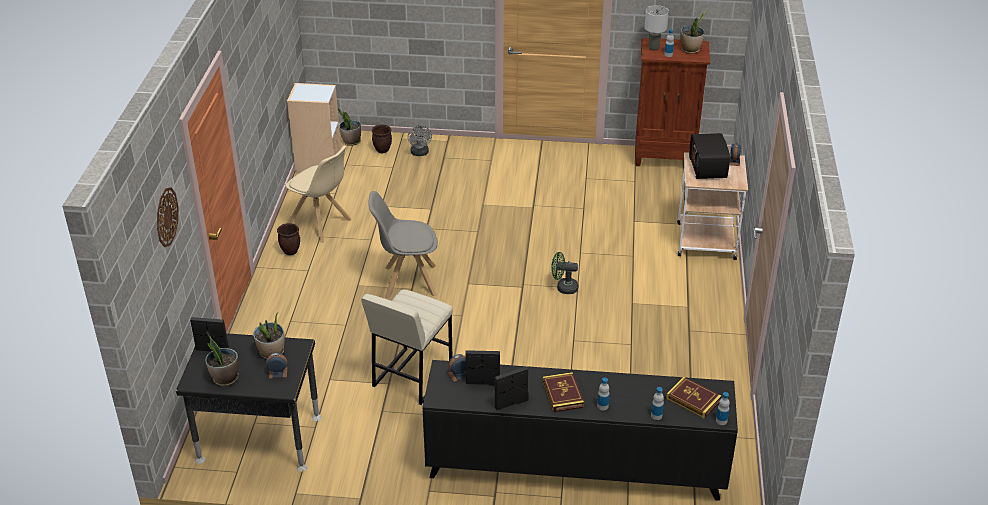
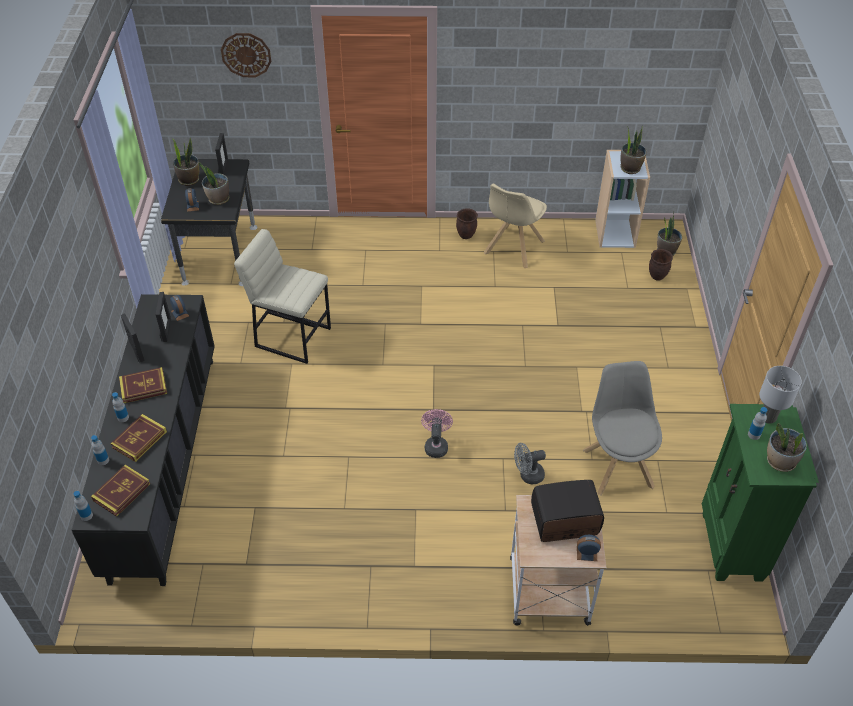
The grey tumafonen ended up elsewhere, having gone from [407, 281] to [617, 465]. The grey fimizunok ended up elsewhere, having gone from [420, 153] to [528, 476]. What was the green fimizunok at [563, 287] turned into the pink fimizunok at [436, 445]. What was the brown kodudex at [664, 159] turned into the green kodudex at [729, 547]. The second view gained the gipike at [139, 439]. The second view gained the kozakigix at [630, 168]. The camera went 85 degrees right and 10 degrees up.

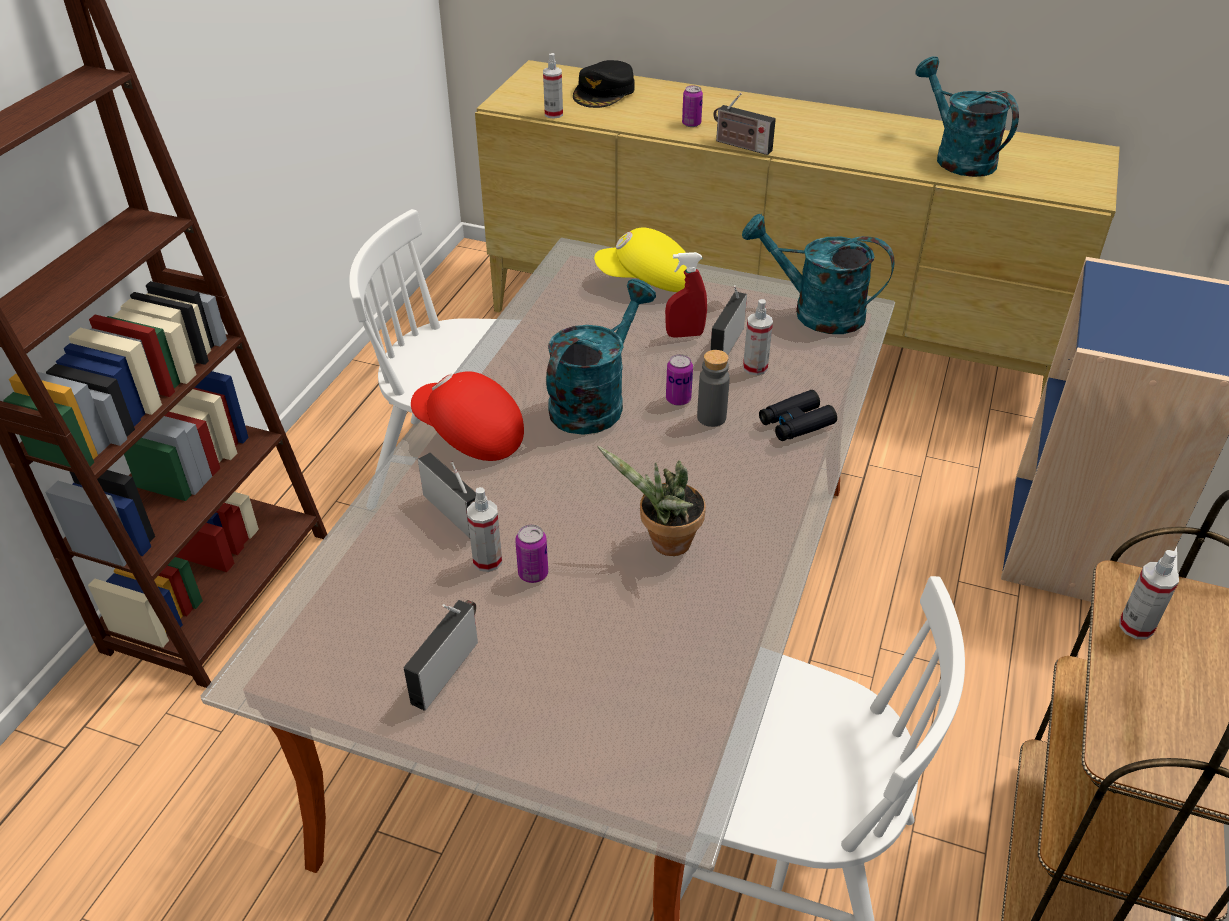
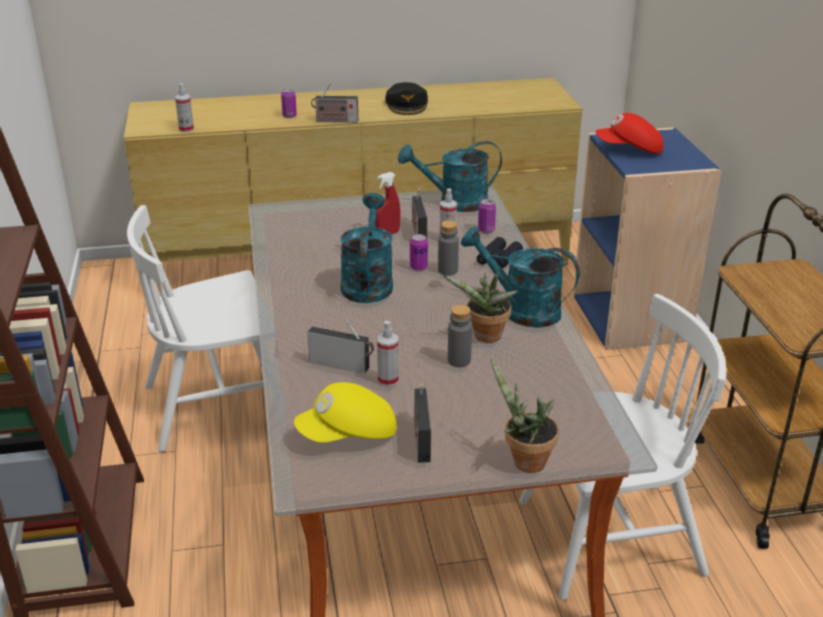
The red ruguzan ended up elsewhere, having gone from [469, 434] to [629, 150]. The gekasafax ended up elsewhere, having gone from [533, 574] to [486, 230]. The black ruguzan ended up elsewhere, having gone from [604, 92] to [407, 105]. The yellow ruguzan ended up elsewhere, having gone from [646, 282] to [349, 435]. The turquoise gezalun ended up elsewhere, having gone from [957, 157] to [521, 309]. The second view lost the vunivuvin at [1136, 626]. The second view gained the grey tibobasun at [459, 360]. The second view gained the kozakigix at [524, 461]. The camera went 30 degrees left and 10 degrees down.

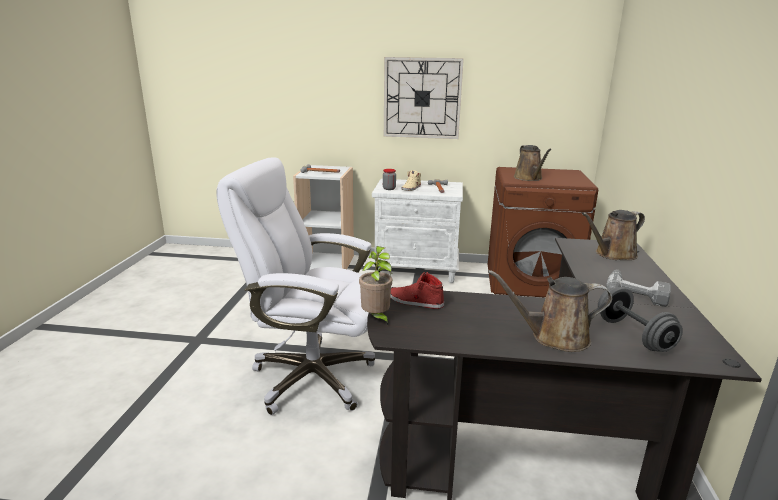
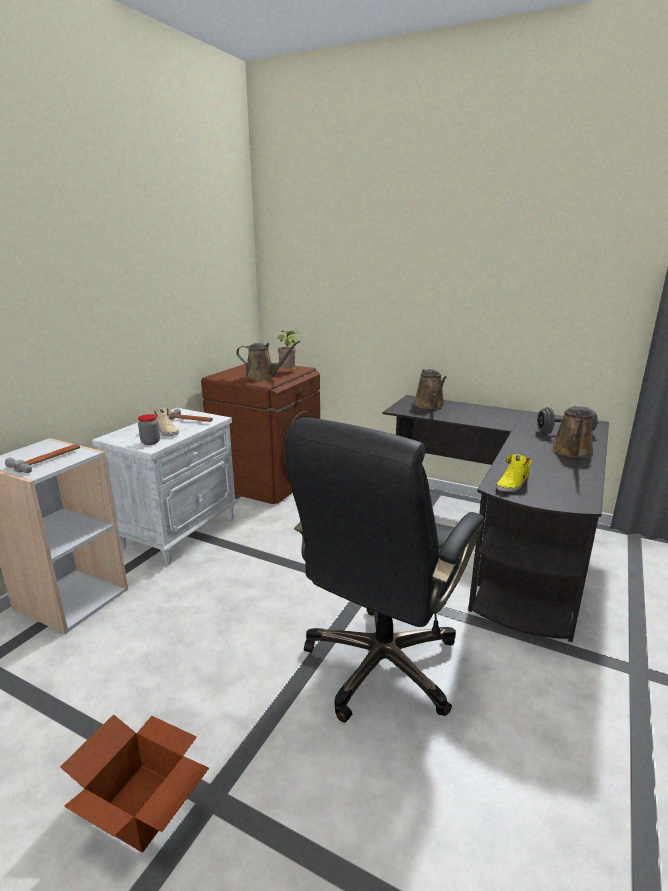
What was the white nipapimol at [316, 378] turned into the black nipapimol at [383, 661]. The kozakigix ended up elsewhere, having gone from [376, 318] to [288, 372]. The second view lost the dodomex at [422, 98]. What was the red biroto at [415, 301] turned into the yellow biroto at [513, 484]. The second view lost the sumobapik at [636, 292]. The second view gained the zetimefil at [142, 808]. The camera went 70 degrees left and 0 degrees up.

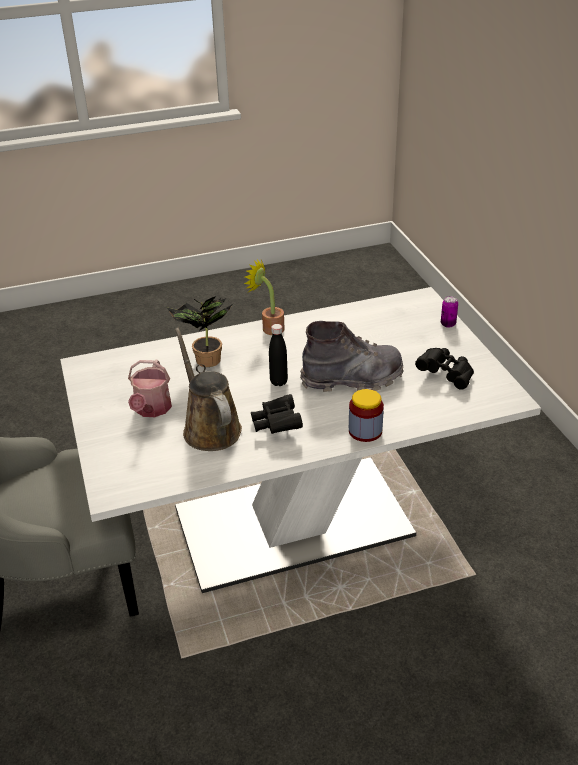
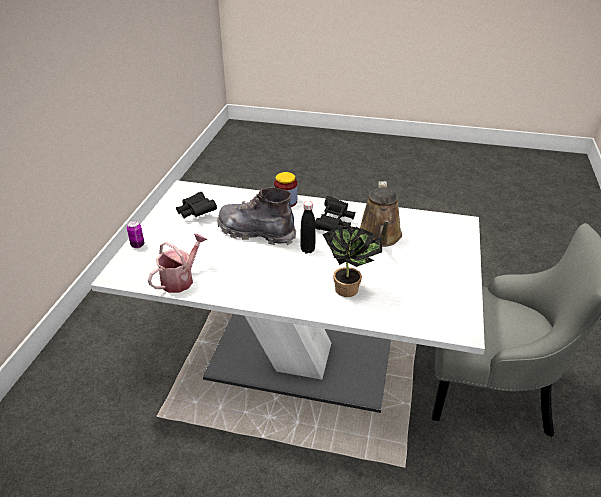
The gezalun ended up elsewhere, having gone from [151, 409] to [180, 279]. The second view lost the kozakigix at [269, 328]. The camera went 150 degrees left and 0 degrees up.

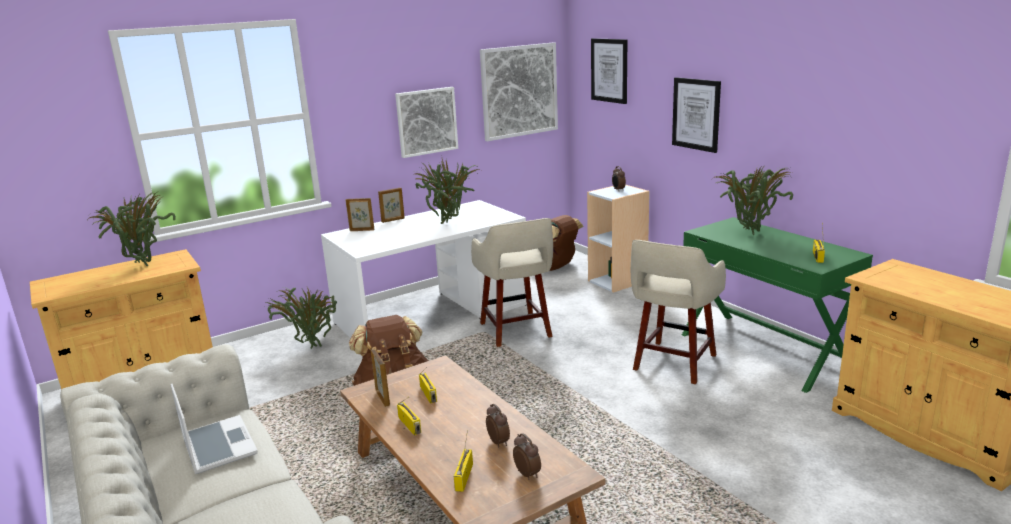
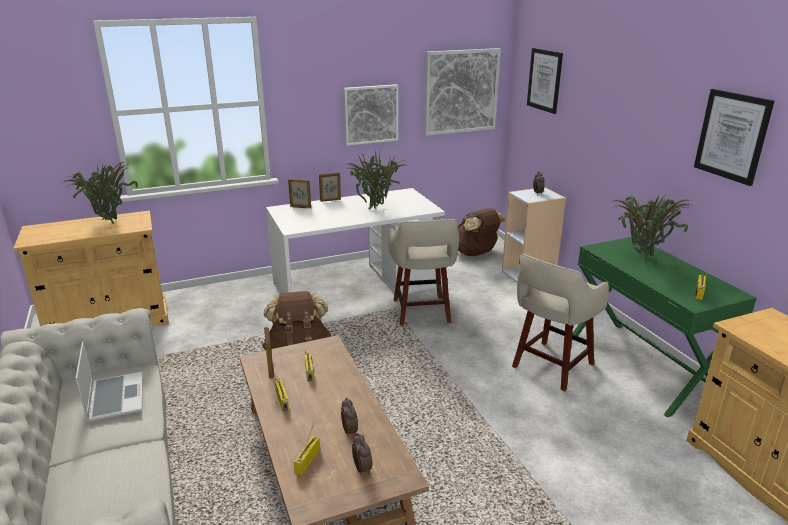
The second view lost the kozakigix at [311, 346]. The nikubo ended up elsewhere, having gone from [696, 114] to [732, 136]. The camera went 10 degrees right and 5 degrees up.

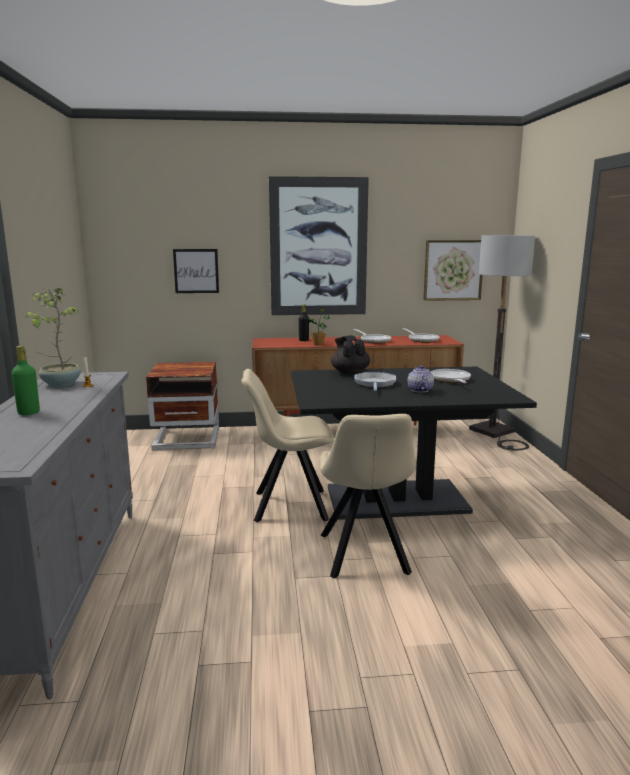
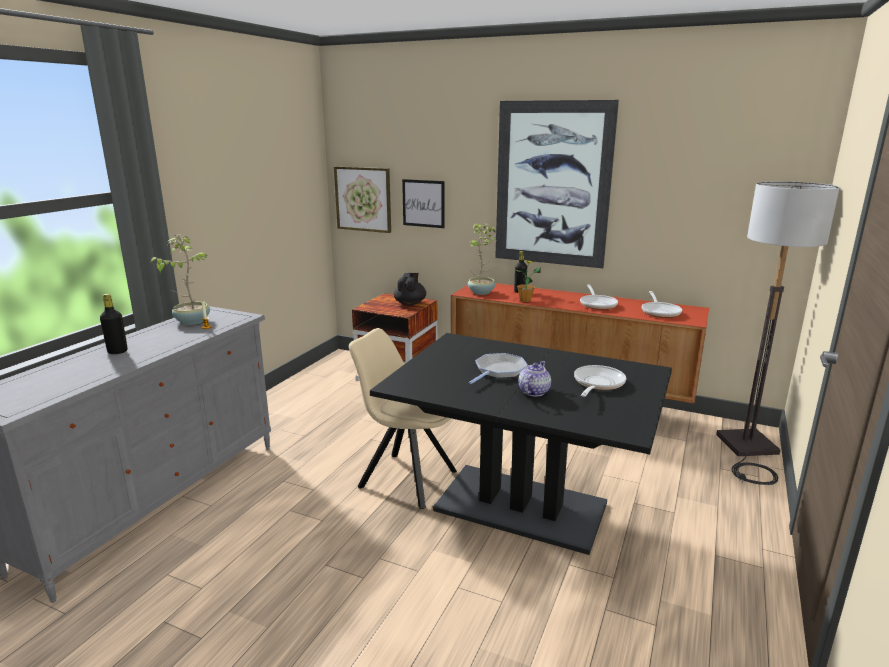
What was the green tibobasun at [29, 413] turned into the black tibobasun at [117, 351]. The second view lost the beige tumafonen at [364, 554]. The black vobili ended up elsewhere, having gone from [350, 372] to [410, 303]. The nikubo ended up elsewhere, having gone from [453, 270] to [363, 199]. The second view gained the kozakigix at [482, 292]. The camera went 30 degrees right and 5 degrees up.

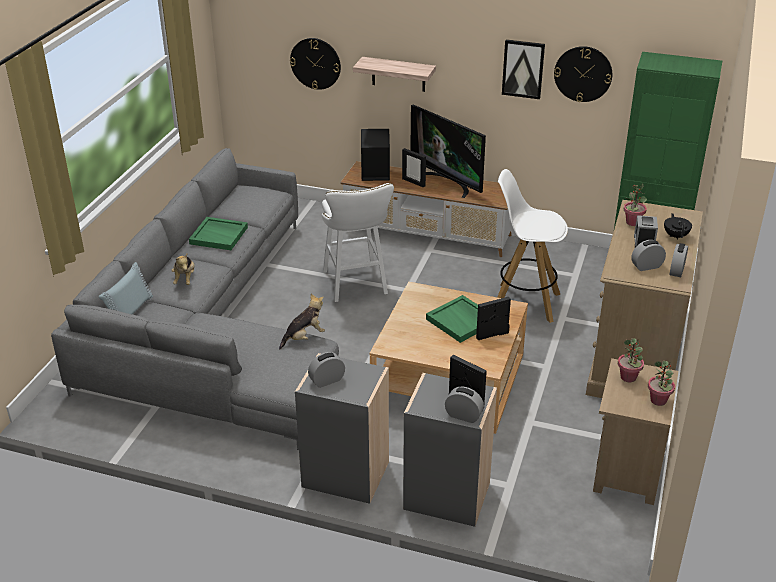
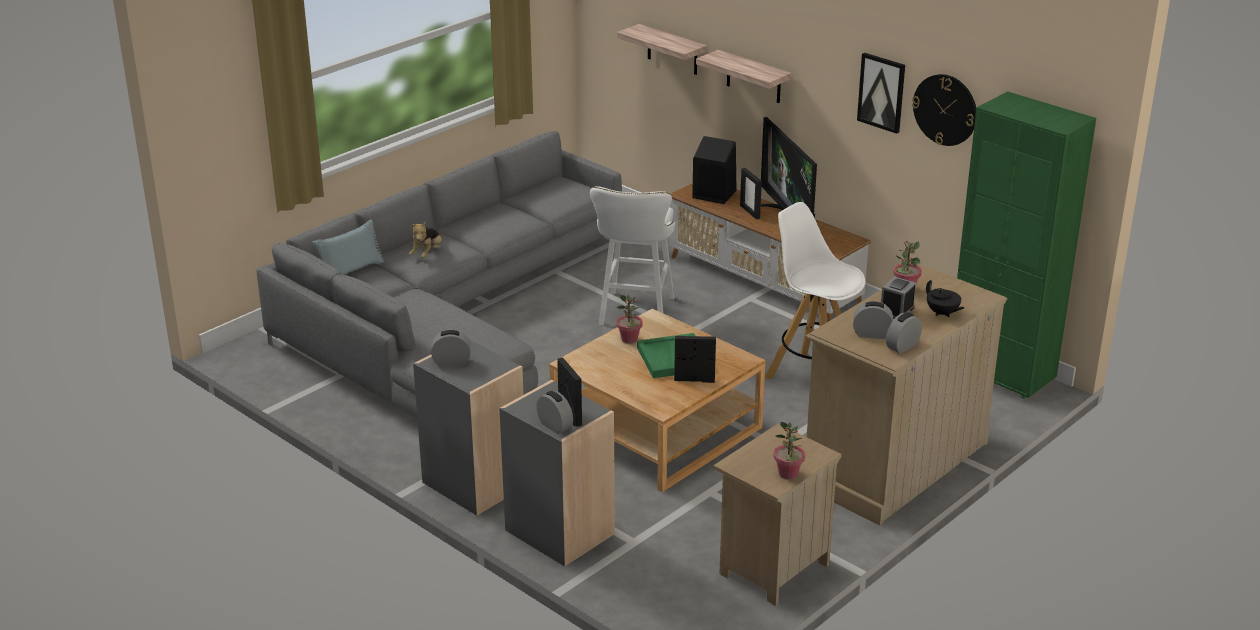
The second view lost the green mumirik at [219, 235]. The second view lost the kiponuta at [304, 337]. Where the dodomex hung at [315, 63], the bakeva came to hang at [672, 50]. The kozakigix ended up elsewhere, having gone from [628, 377] to [629, 339]. The black vobili at [676, 236] ended up facing another way, 120 degrees clockwise from before. The camera went 25 degrees right and 5 degrees down.

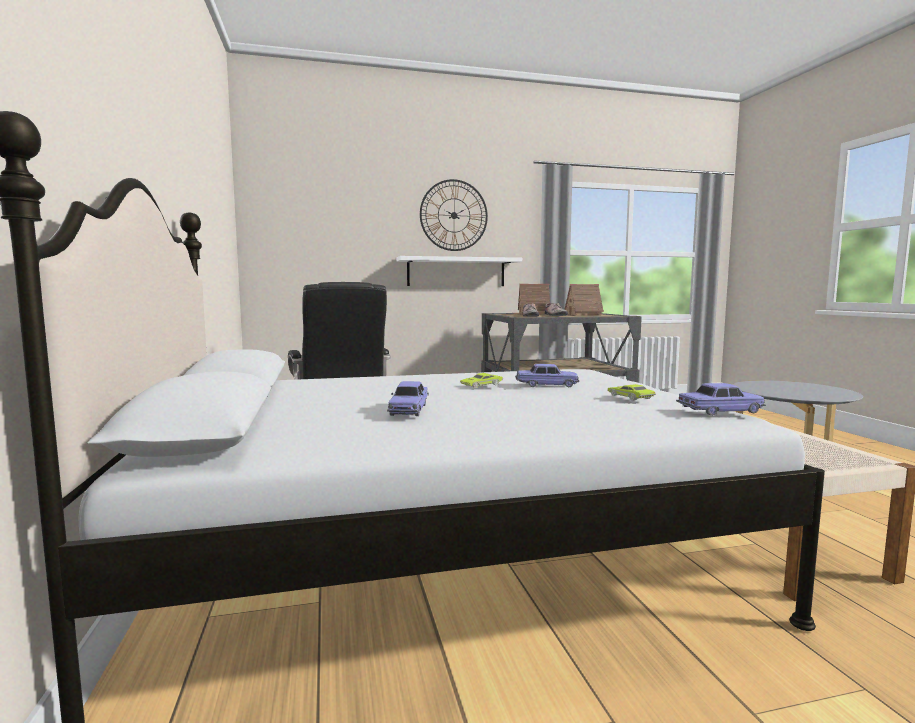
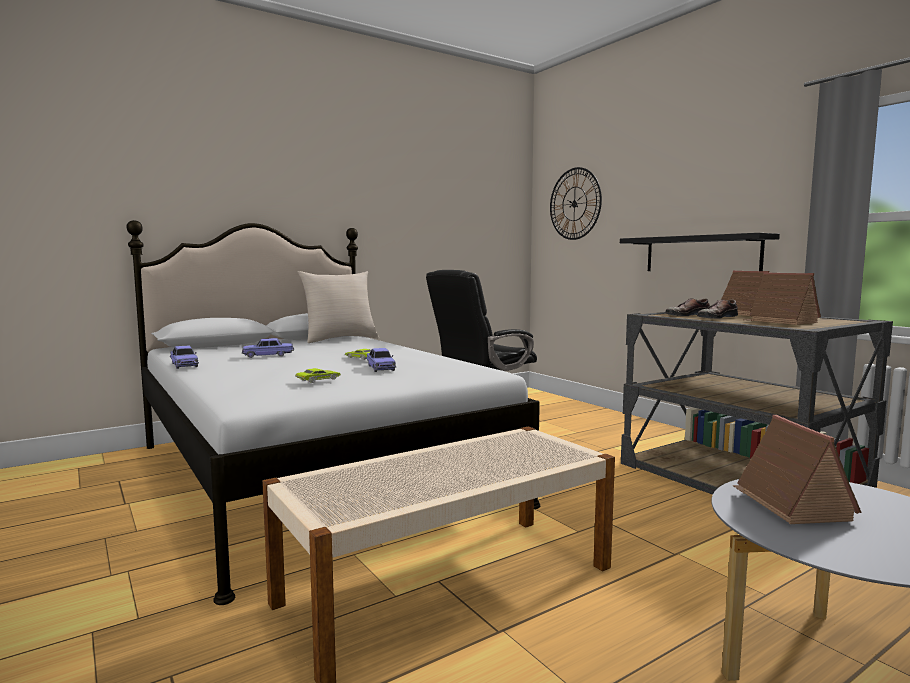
What was the white bakeva at [456, 272] turned into the black bakeva at [701, 254]. The dodomex ended up elsewhere, having gone from [454, 215] to [574, 204]. The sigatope ended up elsewhere, having gone from [720, 411] to [184, 365]. The second view gained the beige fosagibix at [340, 339]. The second view gained the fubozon at [790, 504]. The camera went 70 degrees right and 0 degrees up.

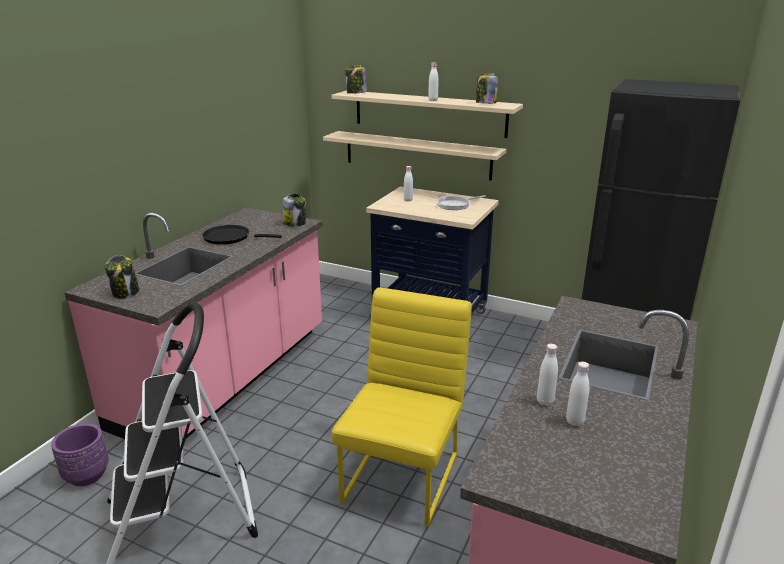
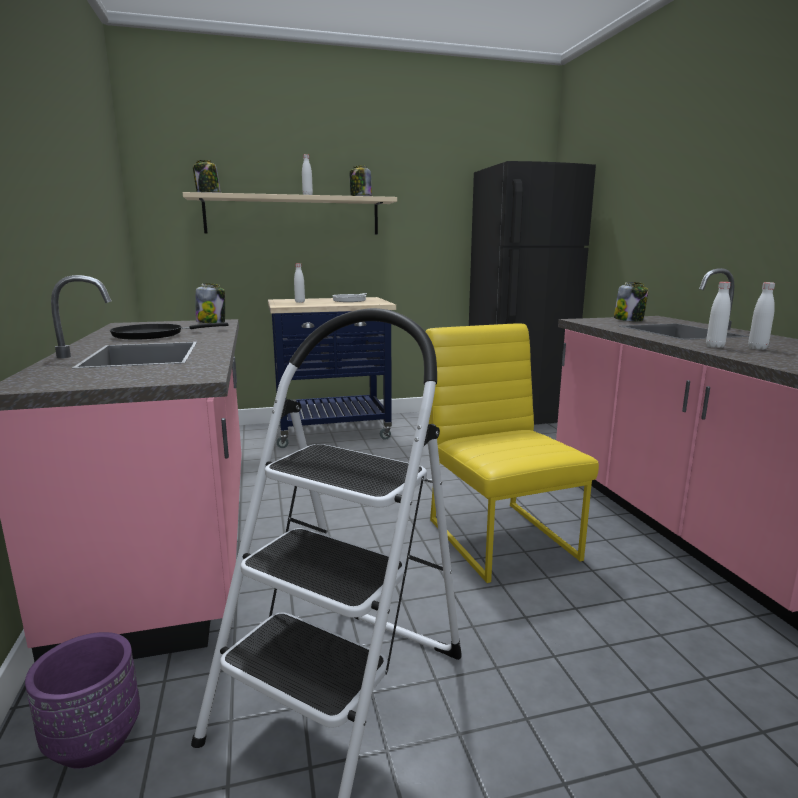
The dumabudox ended up elsewhere, having gone from [126, 293] to [629, 320]. The second view lost the beige bakeva at [417, 155]. The camera went 40 degrees left and 10 degrees down.

